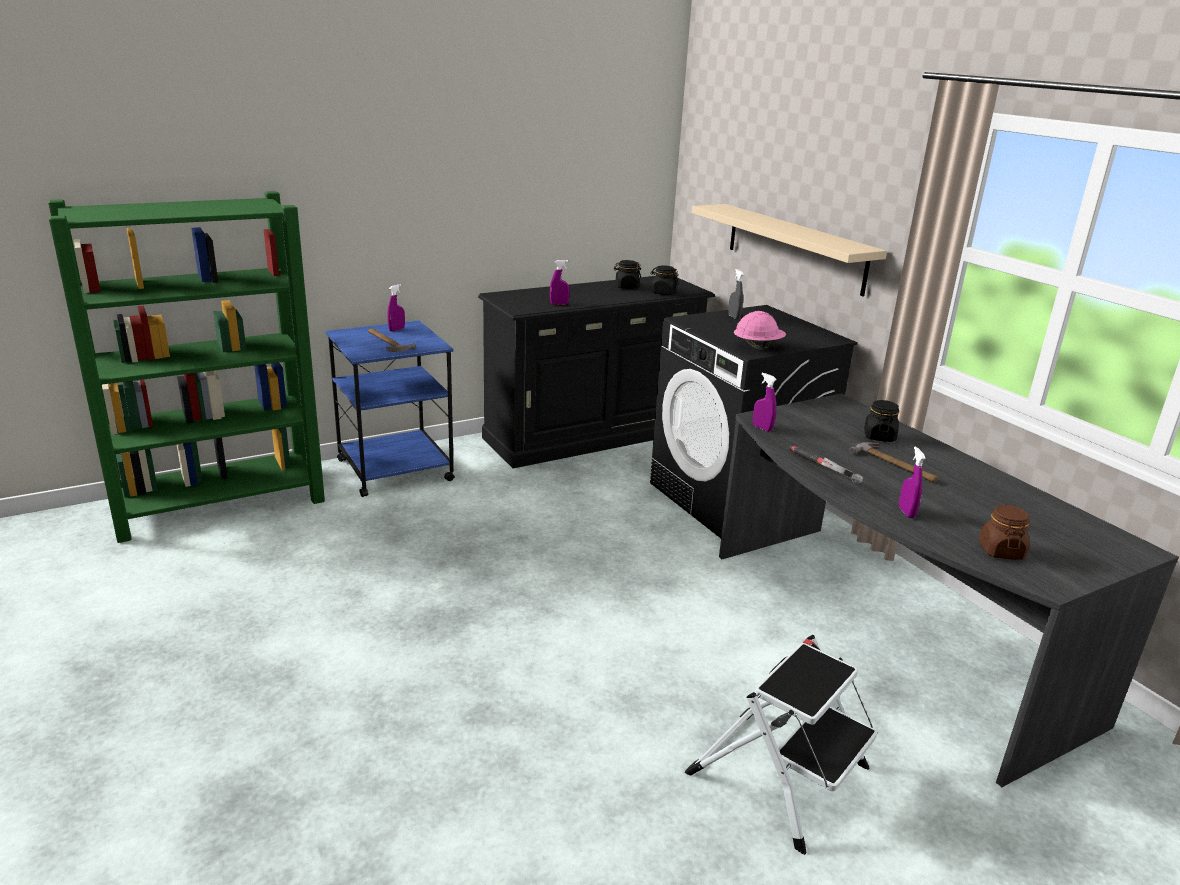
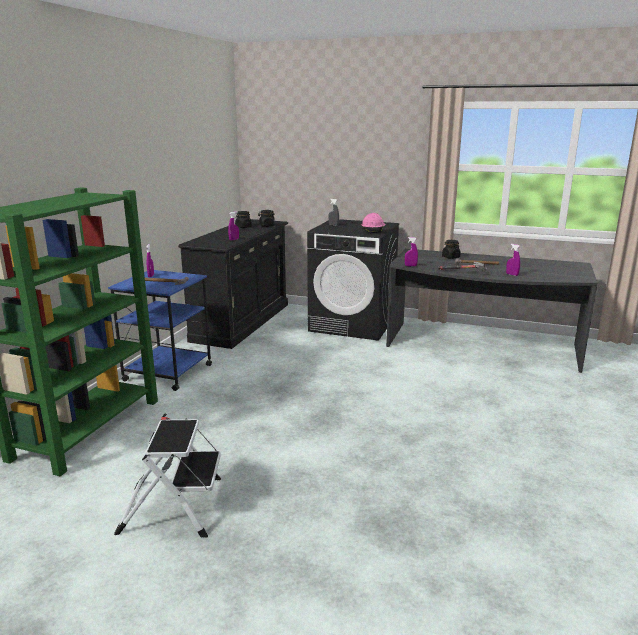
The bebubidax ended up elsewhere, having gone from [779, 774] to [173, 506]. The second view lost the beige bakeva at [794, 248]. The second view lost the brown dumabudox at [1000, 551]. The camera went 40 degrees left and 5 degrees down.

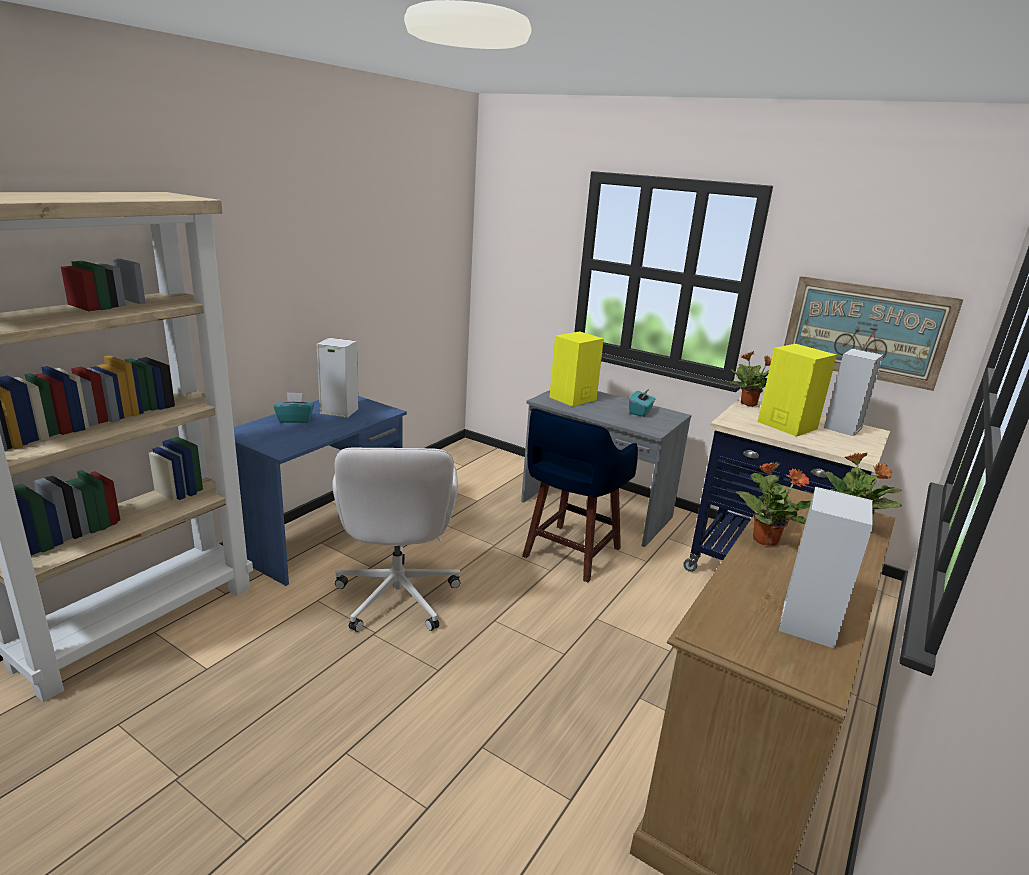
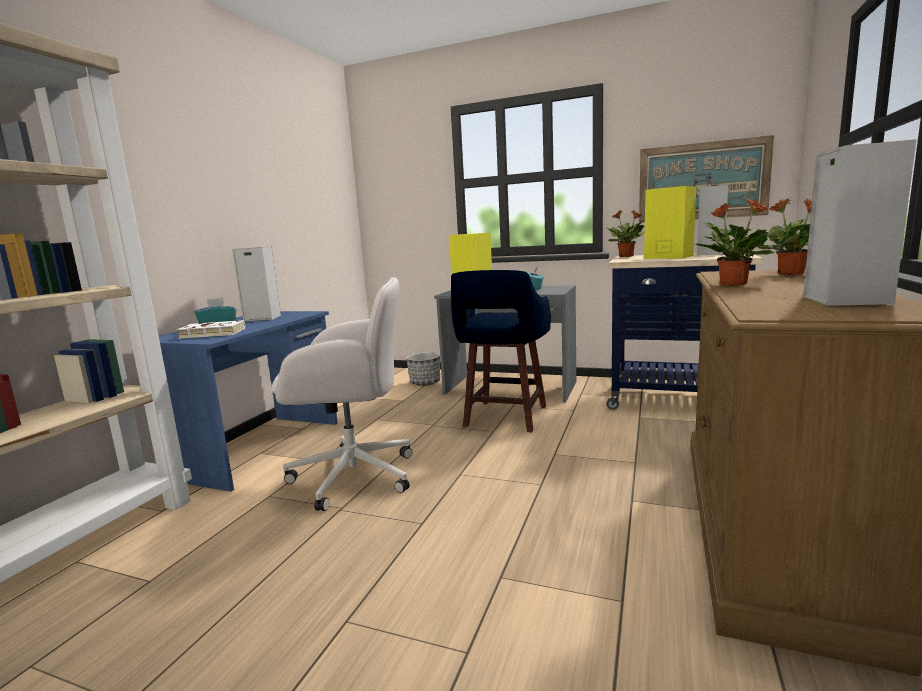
The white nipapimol at [396, 597] ended up facing another way, 75 degrees counterclockwise from before. The second view gained the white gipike at [210, 334]. The second view gained the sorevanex at [425, 383]. The camera went 10 degrees left and 10 degrees down.

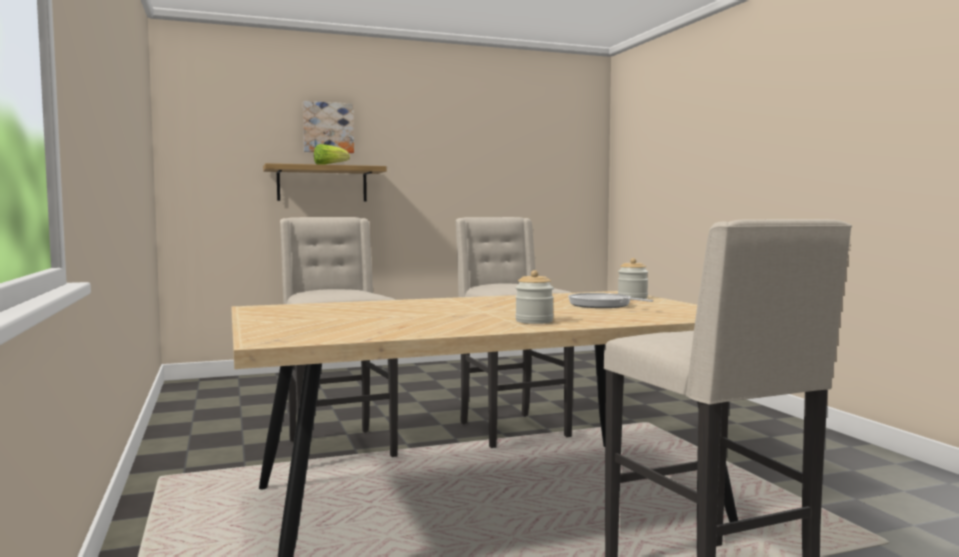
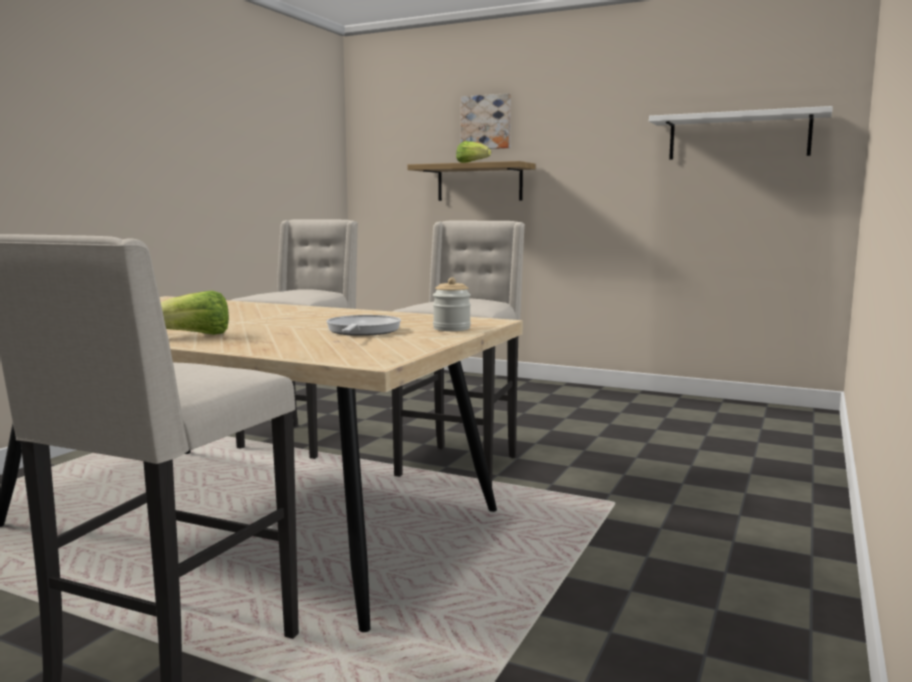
Where the dumabudox stood at [534, 321], the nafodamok came to stand at [196, 335]. The second view gained the white bakeva at [738, 136]. The camera went 45 degrees right and 5 degrees up.

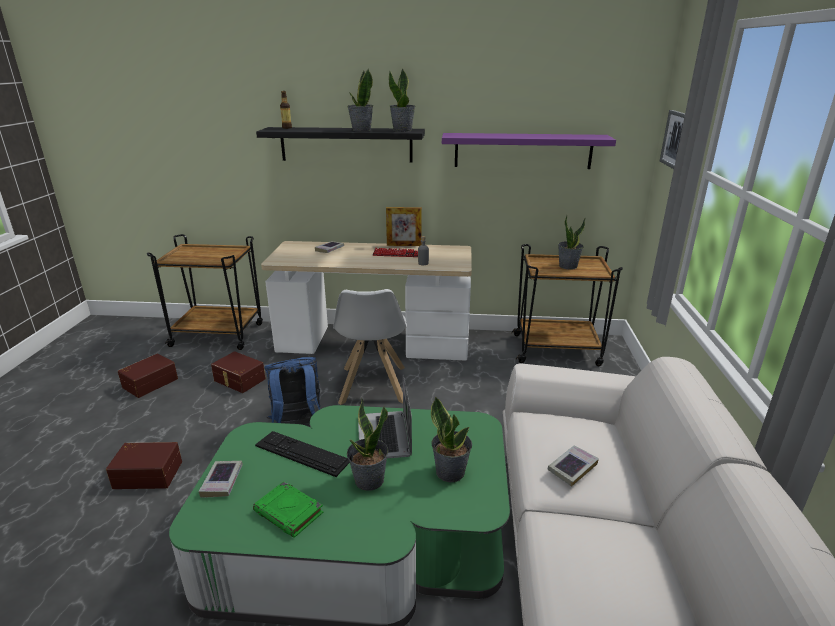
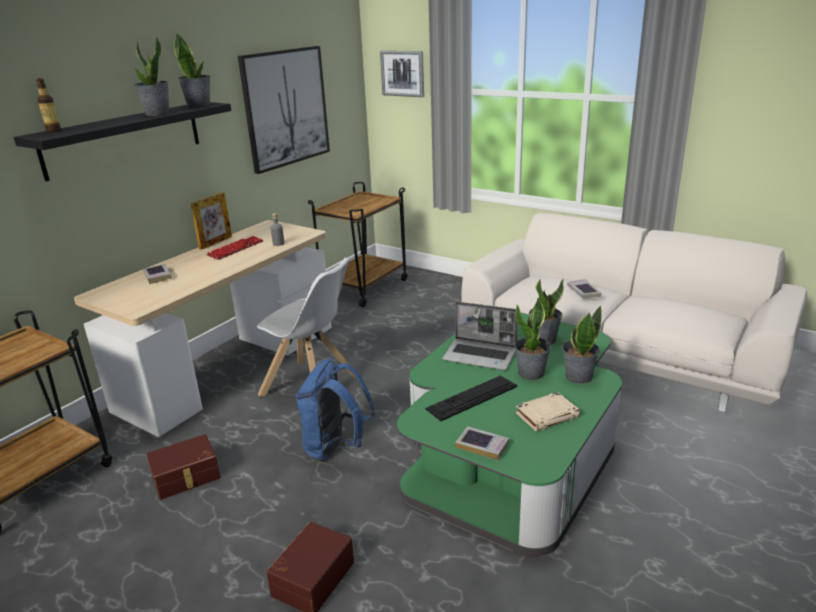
The second view lost the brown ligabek at [149, 382]. What was the green gipike at [289, 512] turned into the beige gipike at [547, 415]. Where the purple bakeva hung at [523, 151], the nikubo came to hang at [286, 108]. The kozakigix ended up elsewhere, having gone from [567, 266] to [578, 376]. The camera went 60 degrees left and 0 degrees up.

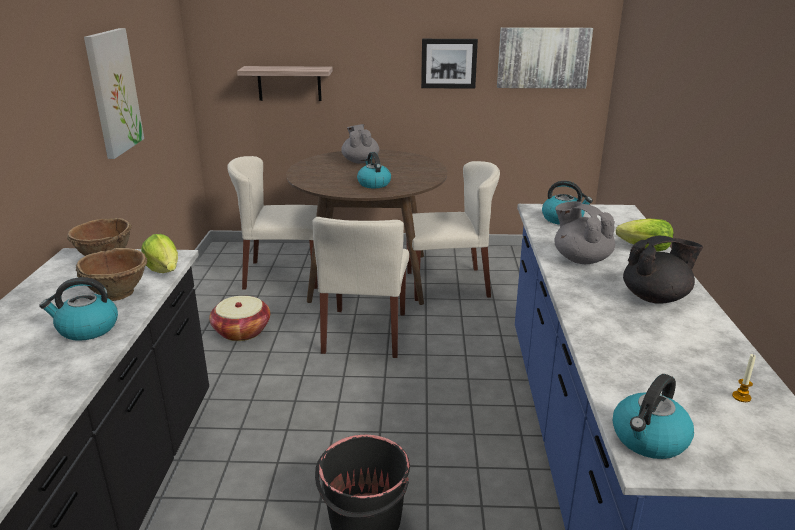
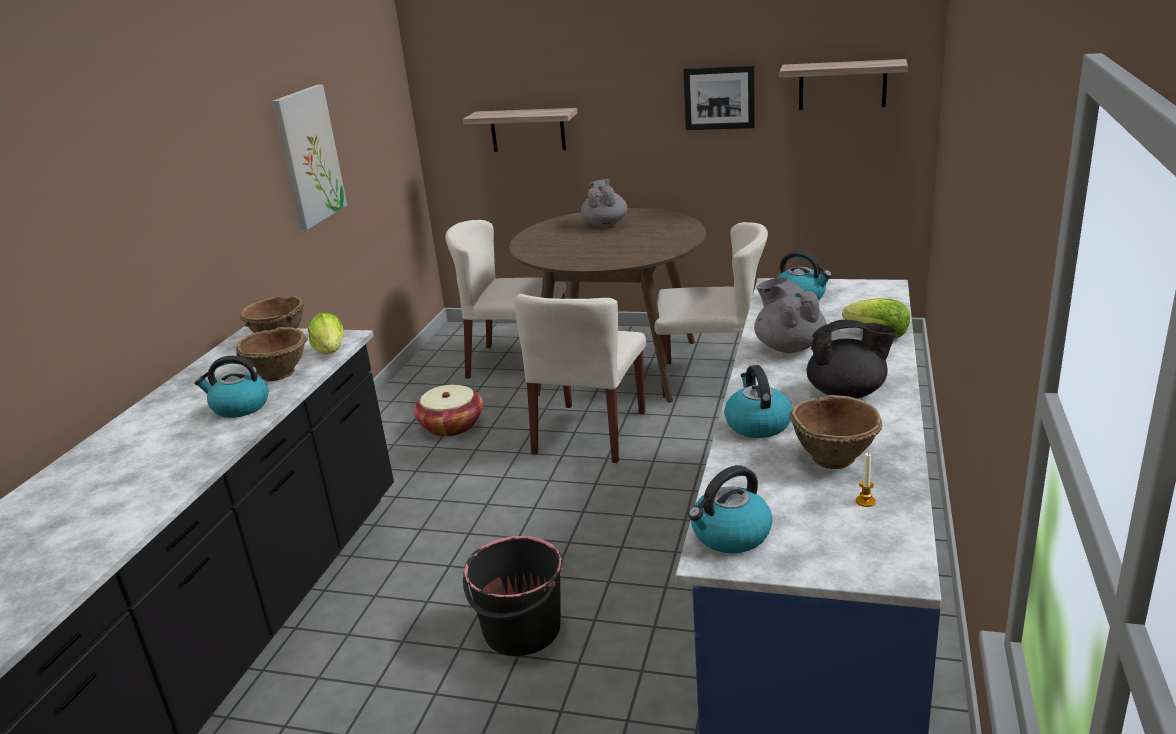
The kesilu ended up elsewhere, having gone from [373, 184] to [757, 424]. Where the nikubo hung at [543, 57], the bakeva came to hang at [842, 85]. The second view gained the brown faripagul at [834, 457]. The camera went 15 degrees right and 0 degrees up.

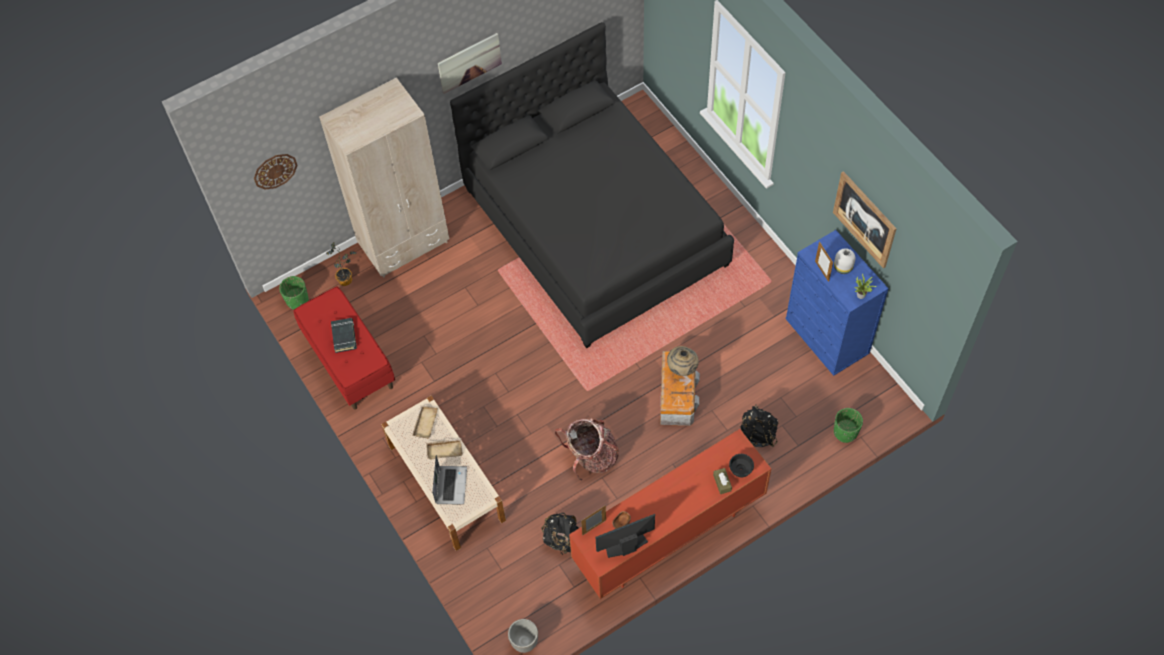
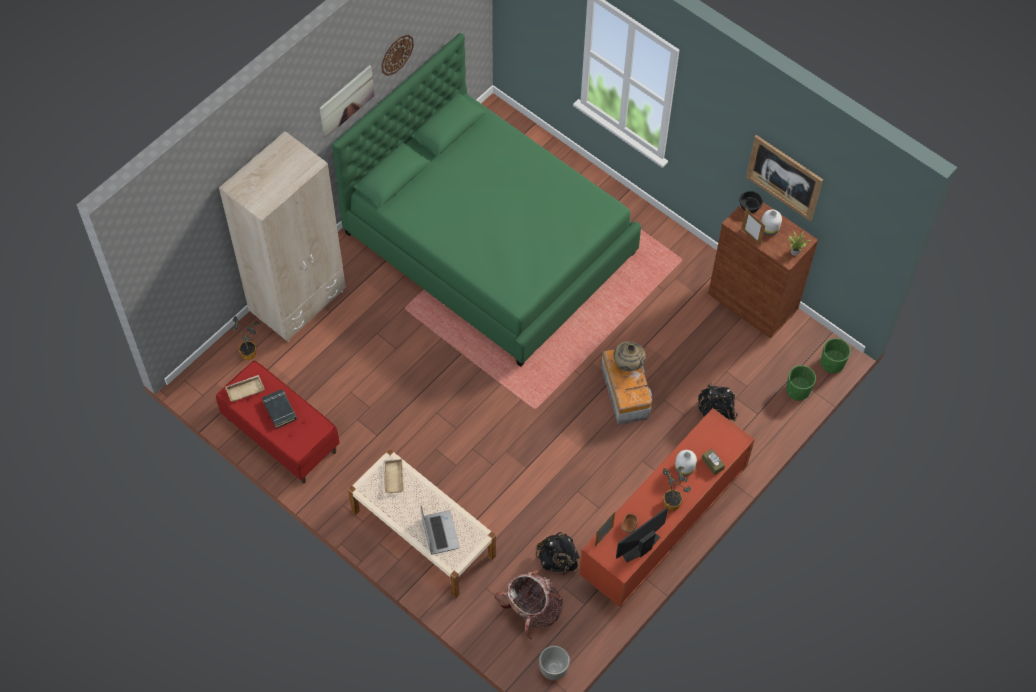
The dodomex ended up elsewhere, having gone from [275, 171] to [396, 54]. The green sorevanex ended up elsewhere, having gone from [297, 300] to [832, 363]. The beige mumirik ended up elsewhere, having gone from [445, 449] to [245, 389]. What was the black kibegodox at [595, 226] turned into the green kibegodox at [490, 242]. The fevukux ended up elsewhere, having gone from [591, 456] to [532, 611]. The black faripagul ended up elsewhere, having gone from [740, 469] to [749, 207]. What was the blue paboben at [827, 339] turned into the brown paboben at [753, 304]. The second view gained the kozakigix at [673, 501]. The second view gained the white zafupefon at [684, 468]. The camera went 20 degrees left and 0 degrees up.

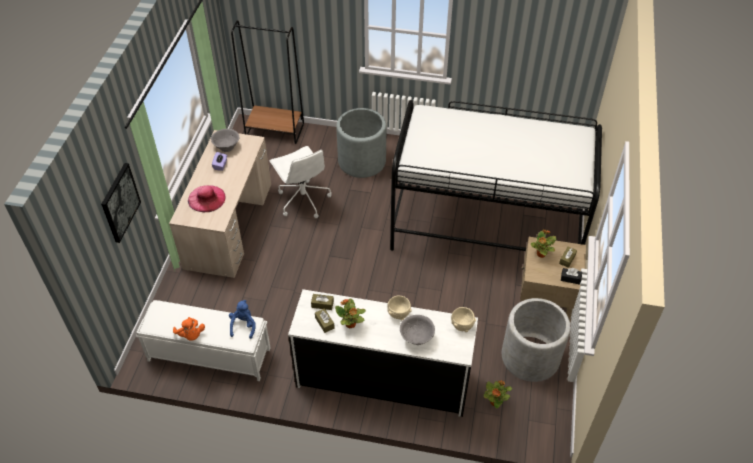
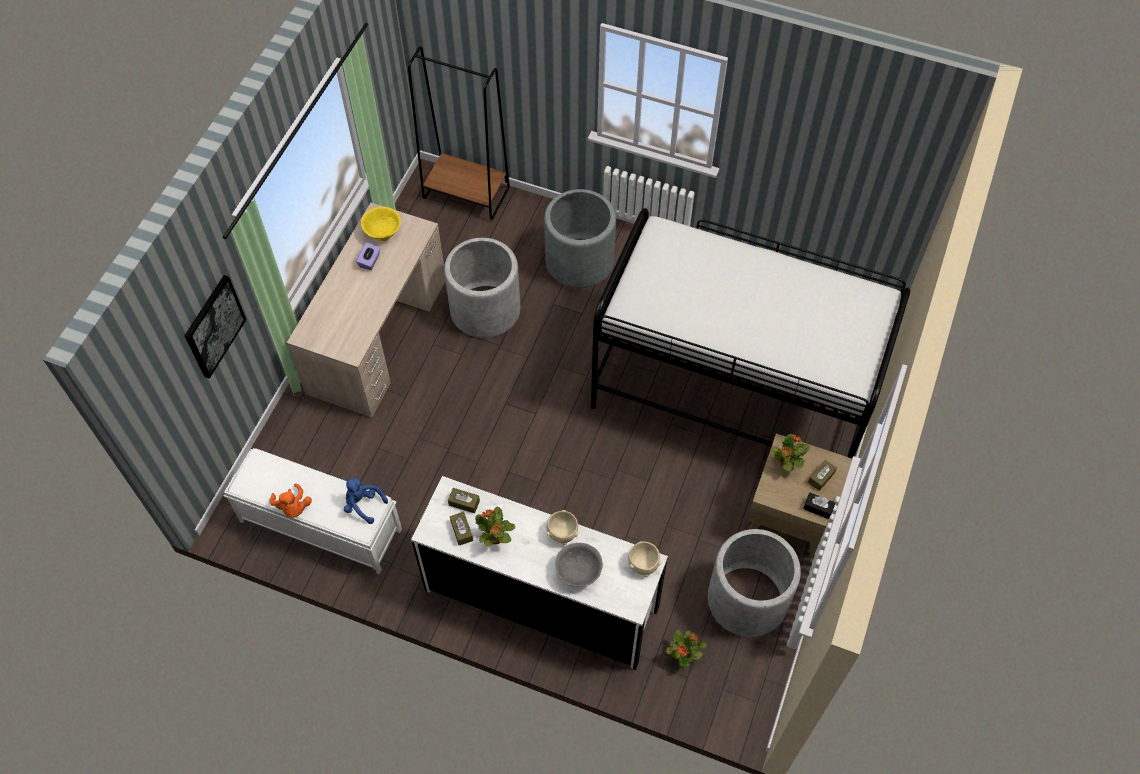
The second view lost the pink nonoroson at [206, 198]. What was the grey faripagul at [226, 147] turned into the yellow faripagul at [383, 233]. The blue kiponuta at [243, 325] ended up facing another way, 75 degrees counterclockwise from before. Where the white nipapimol stood at [302, 199], the grey sorevanex came to stand at [485, 310]. The camera went 10 degrees right and 10 degrees up.

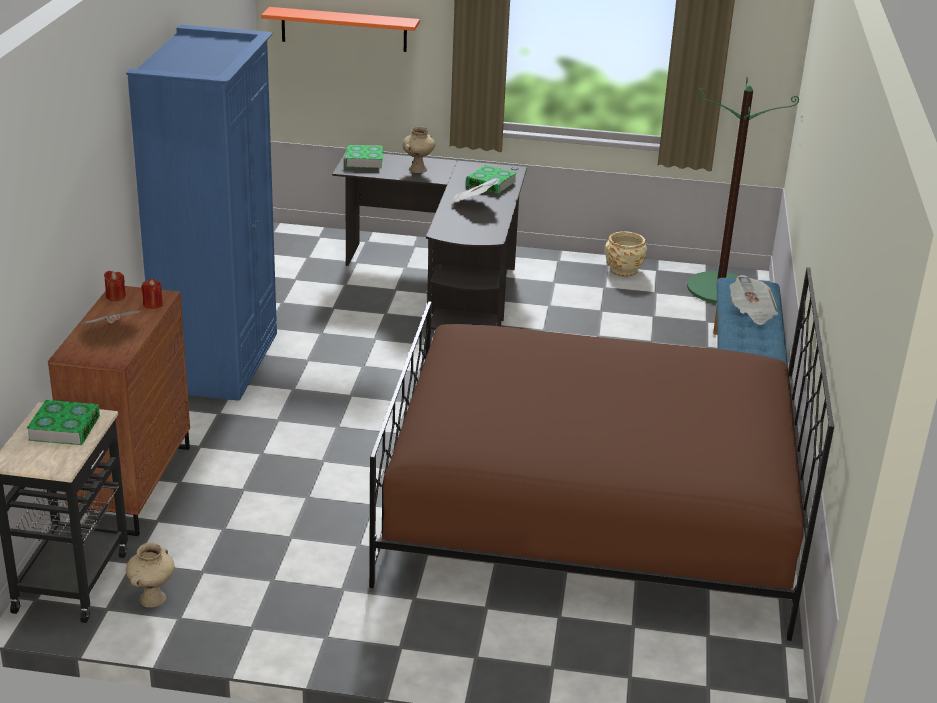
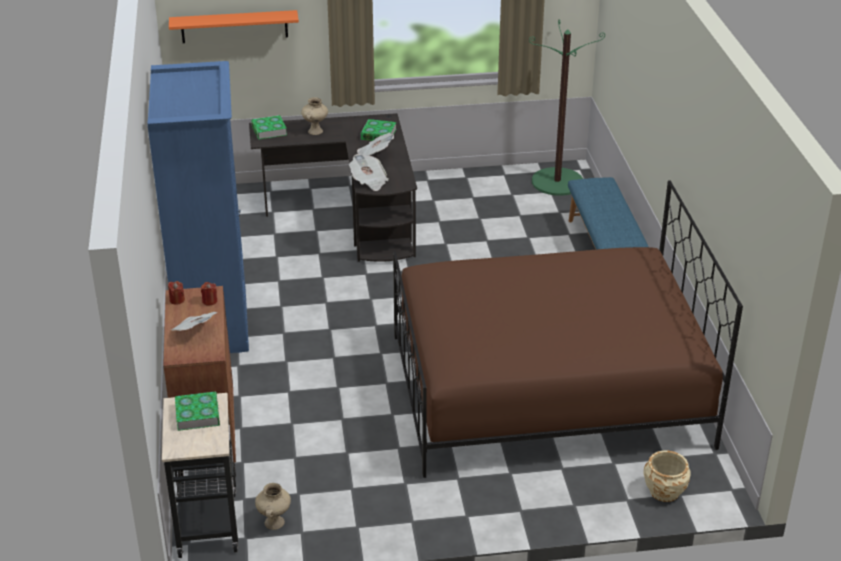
The beige sorevanex ended up elsewhere, having gone from [623, 270] to [664, 491]. The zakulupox ended up elsewhere, having gone from [752, 312] to [369, 181]. The camera went 15 degrees left and 5 degrees up.

